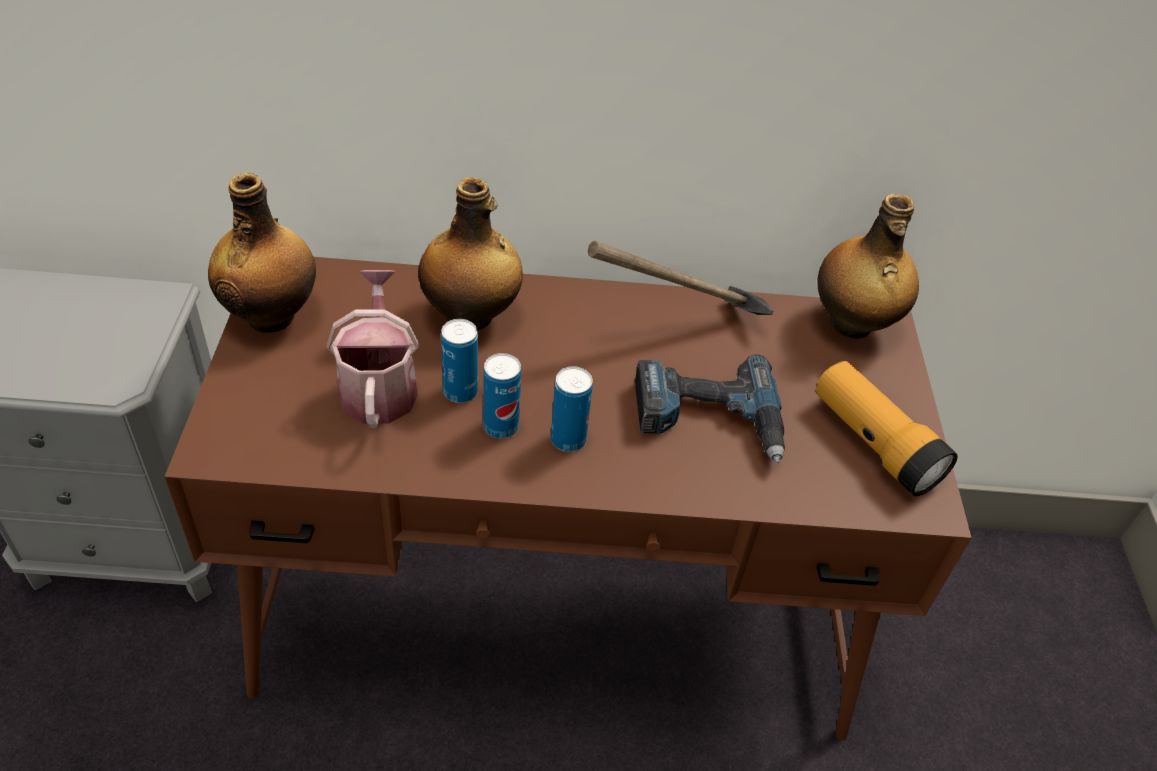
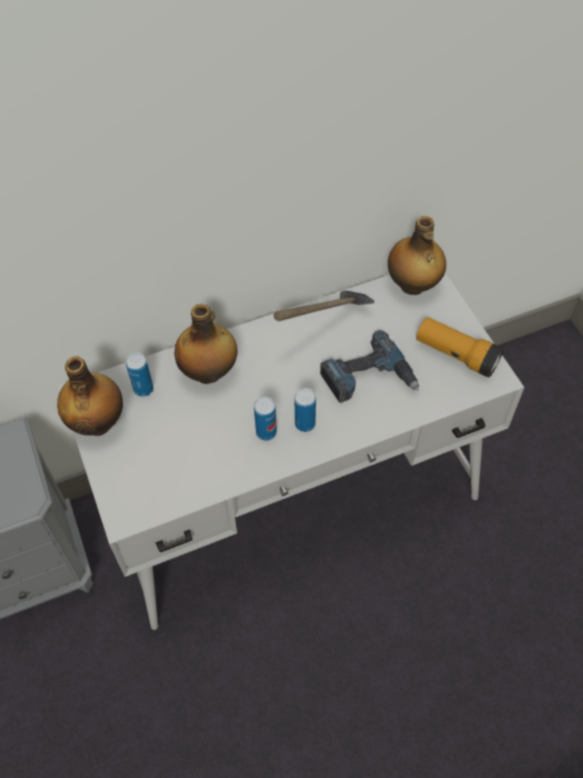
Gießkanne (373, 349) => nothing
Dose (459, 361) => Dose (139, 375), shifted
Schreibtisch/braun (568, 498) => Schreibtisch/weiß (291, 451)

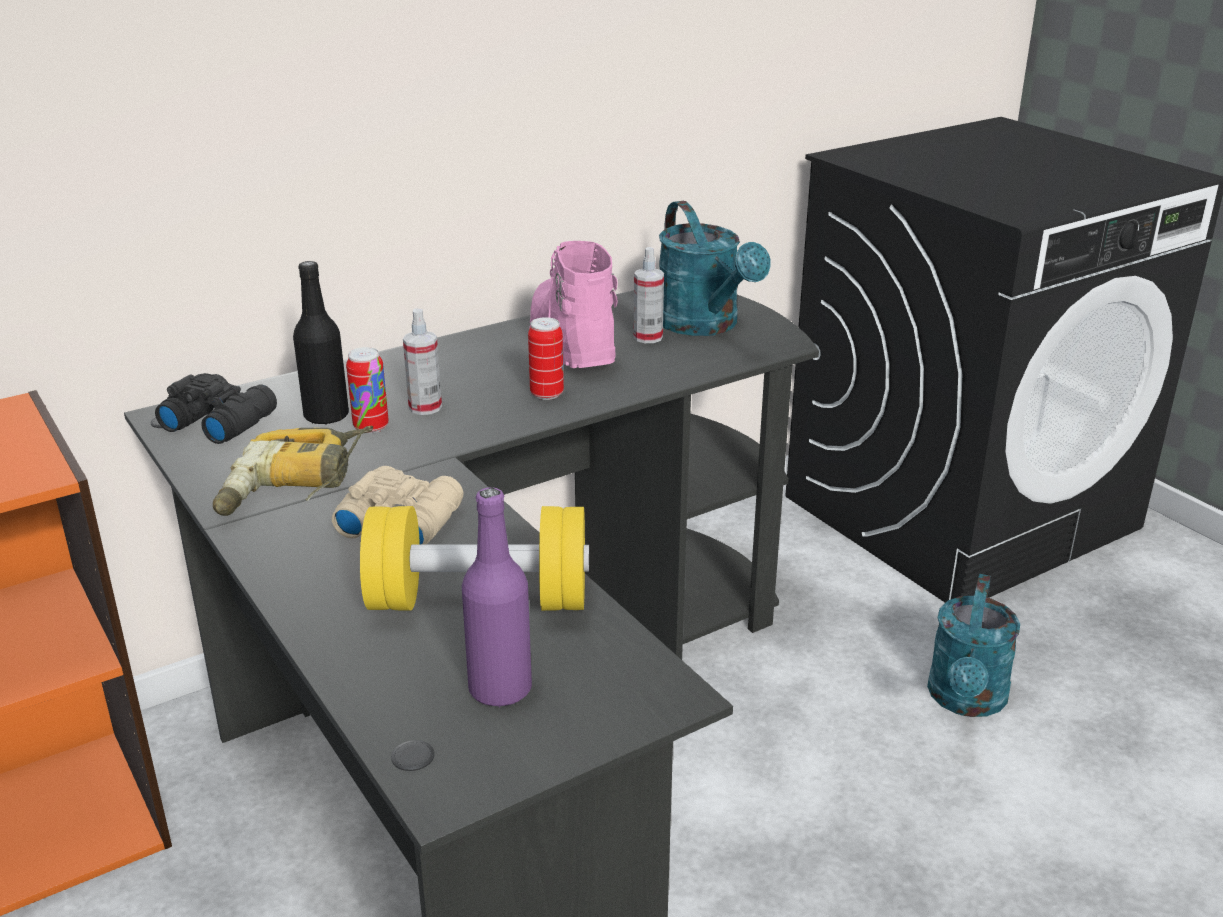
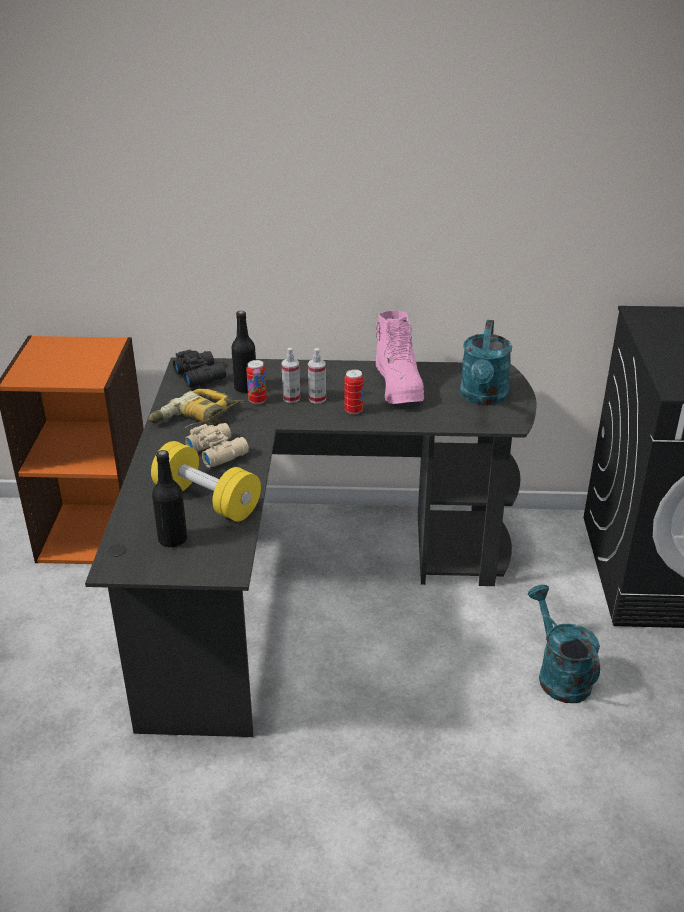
Sprühflasche (649, 295) => Sprühflasche (317, 375), shifted
Flasche/lila (497, 597) => Flasche/schwarz (169, 499)
Stiefel/rosa (573, 304) => Stiefel/rosa (399, 357), 150 degrees clockwise
Gießkanne/türkis (973, 645) => Gießkanne/türkis (564, 644), 105 degrees clockwise

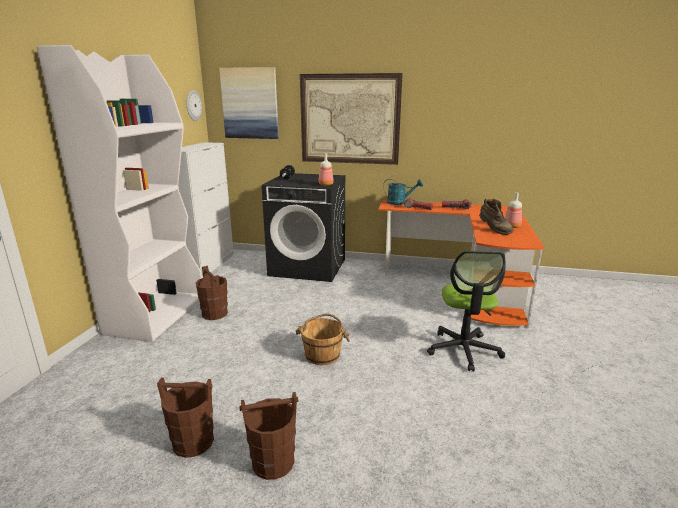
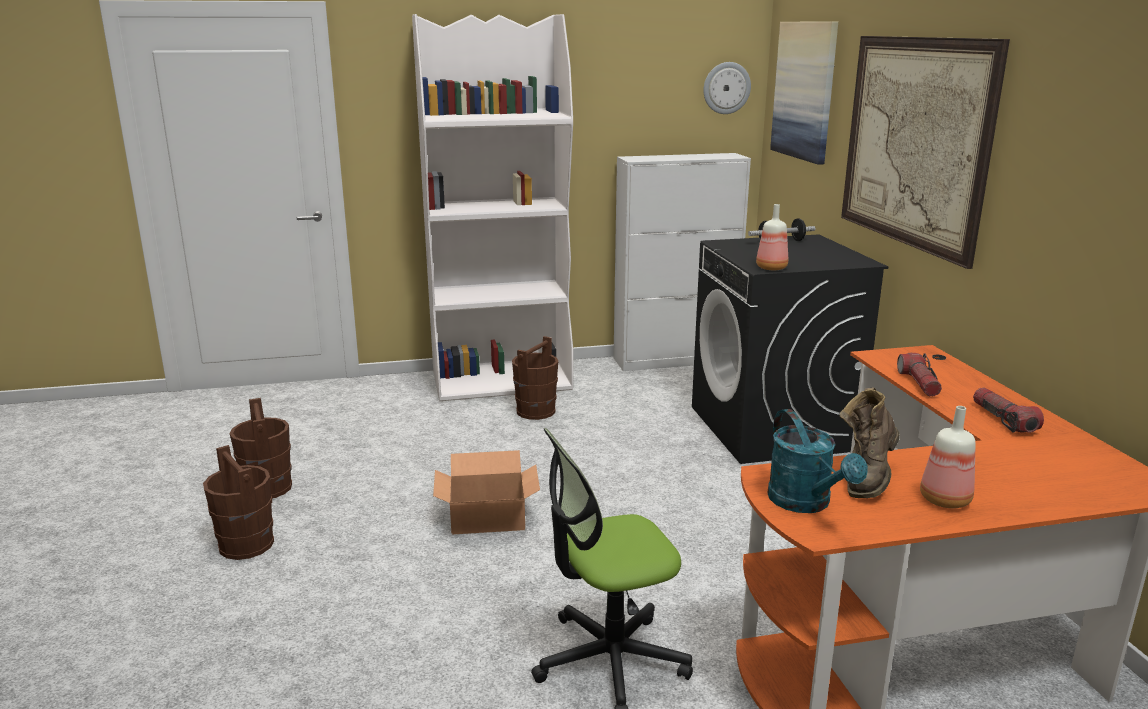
Gießkanne/türkis (403, 192) => Gießkanne/türkis (817, 461), shifted
Eimer/braun (323, 339) => Karton (486, 492)

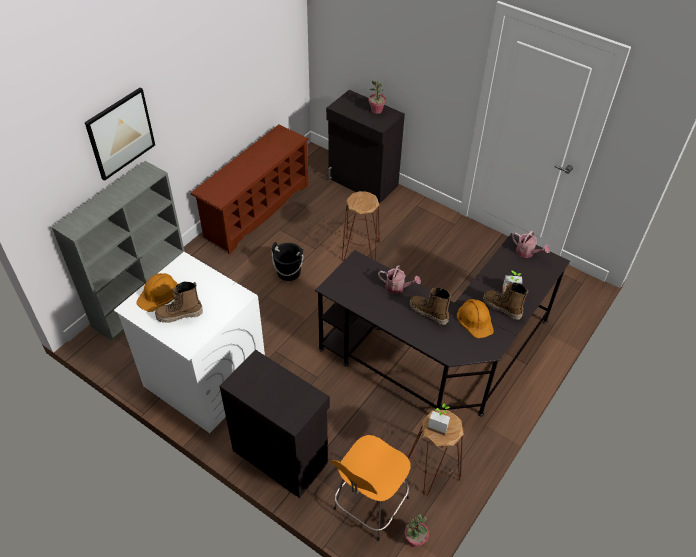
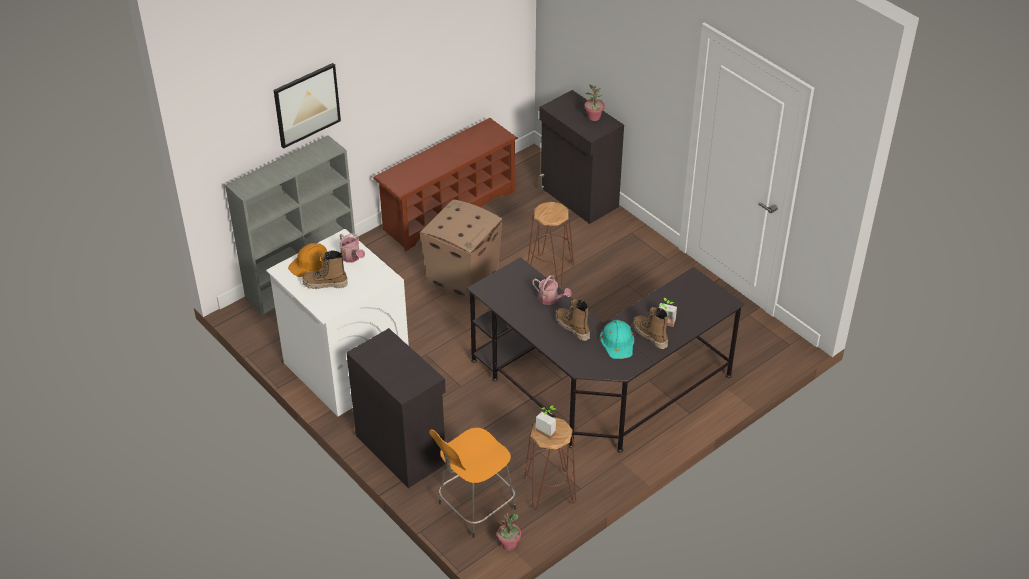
Gießkanne (531, 244) => Gießkanne (352, 247), shifted
Eimer/schwarz (287, 261) => Karton (461, 251)
Schutzhelm/orange (475, 318) => Schutzhelm/türkis (617, 339)

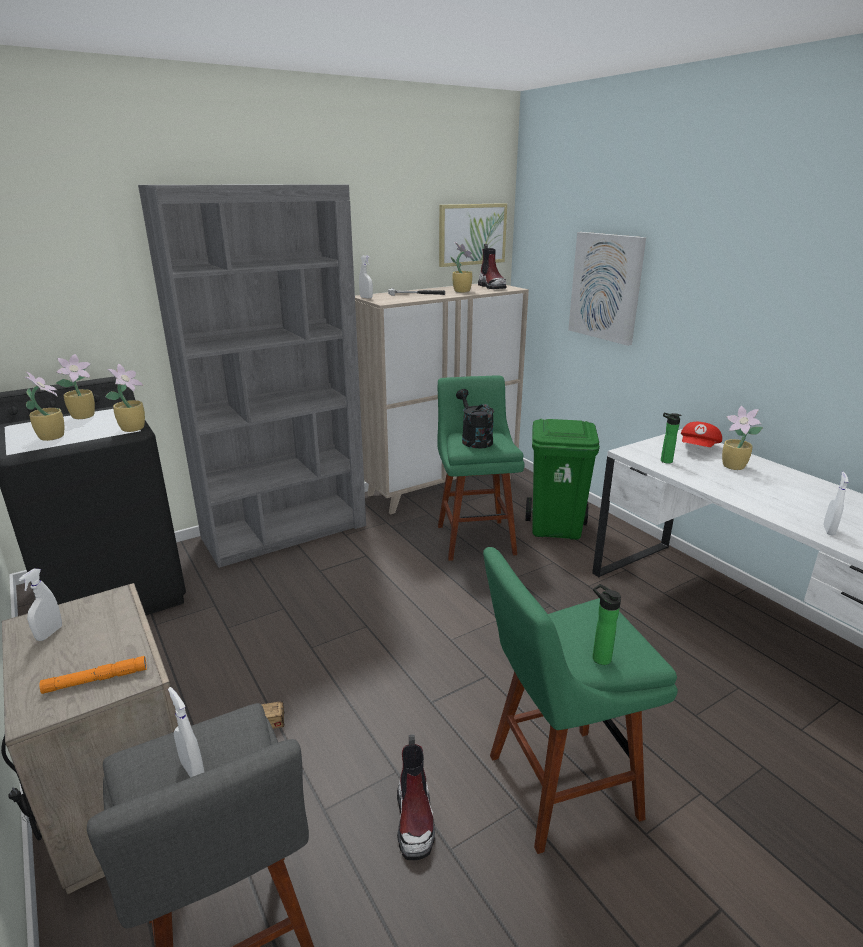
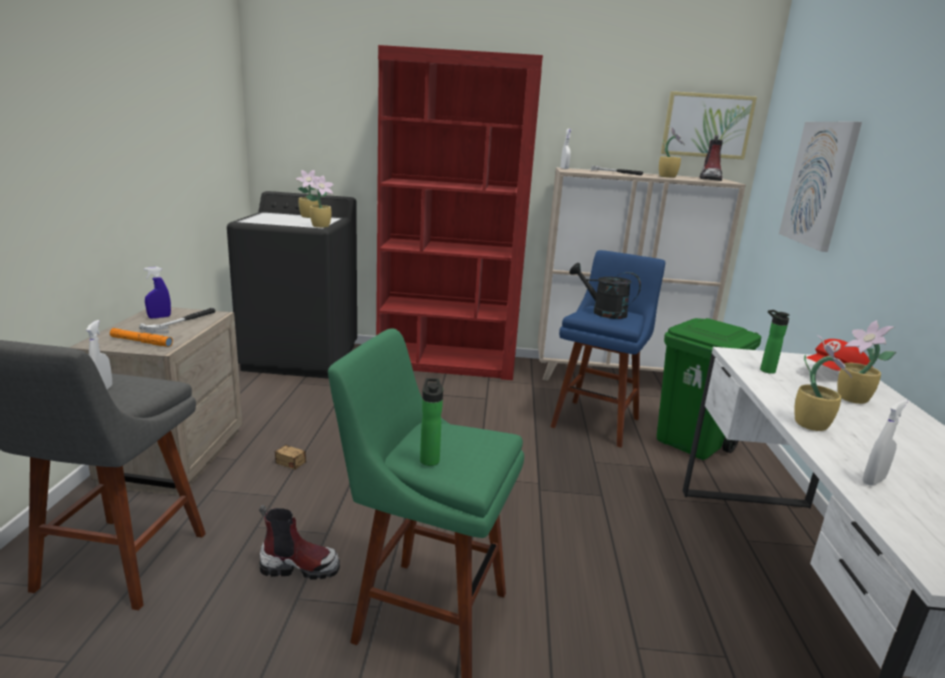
nothing => Hammer (177, 320)
Topfpflanze (44, 406) => Topfpflanze (823, 383), shifted
Sprühflasche/weiß (40, 605) => Sprühflasche/blau (157, 293)
Bücherregal/grau (252, 376) => Bücherregal/rot (459, 212)
Hocker/grün (480, 468) => Hocker/blau (608, 349)
Stiefel (416, 797) => Stiefel (299, 542), 120 degrees counterclockwise
Gießkanne/schwarz (475, 418) => Gießkanne/schwarz (605, 291), 75 degrees counterclockwise

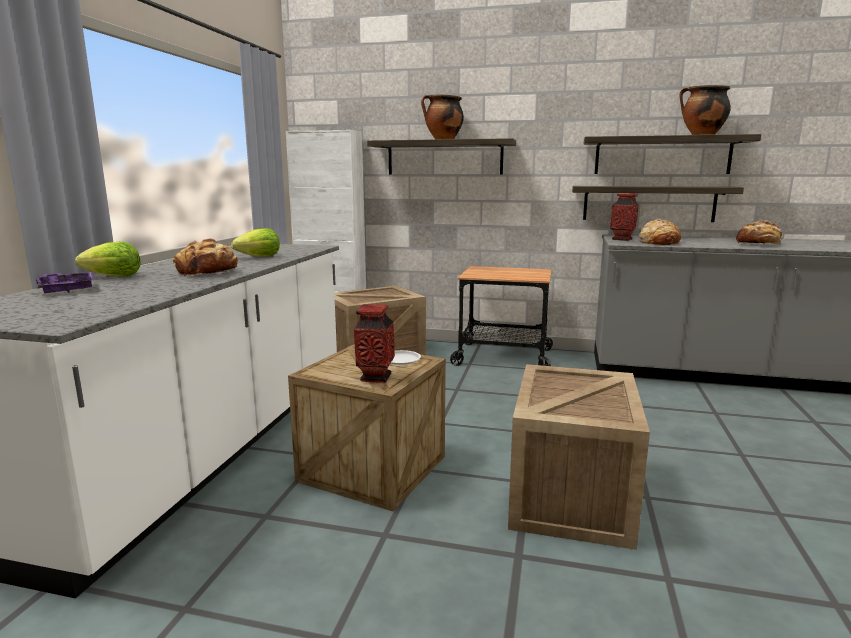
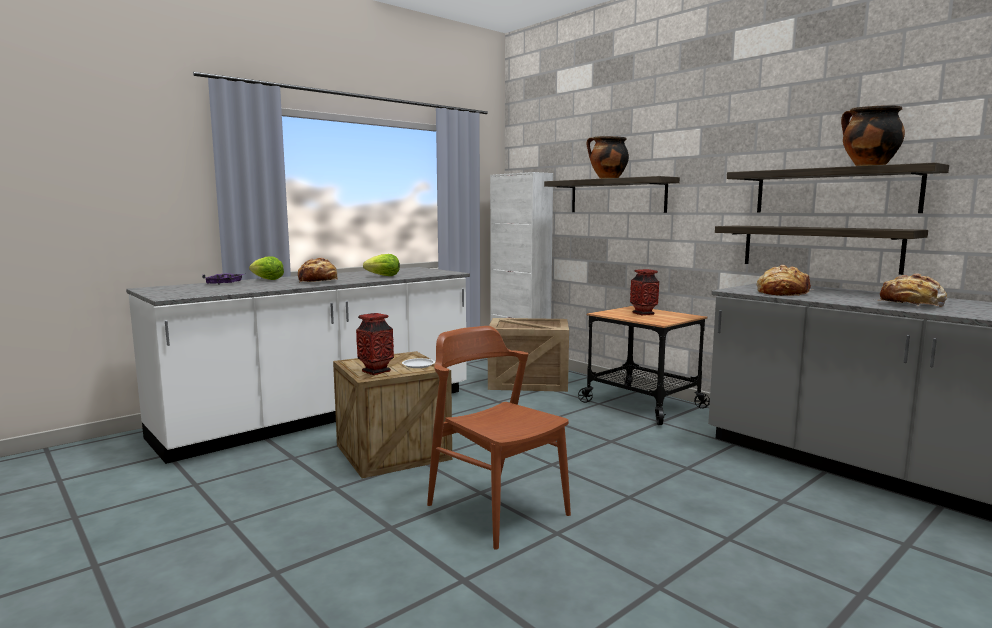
Vase (624, 217) => Vase (644, 292), shifted
Kiste (579, 457) => Stuhl/braun (499, 438)

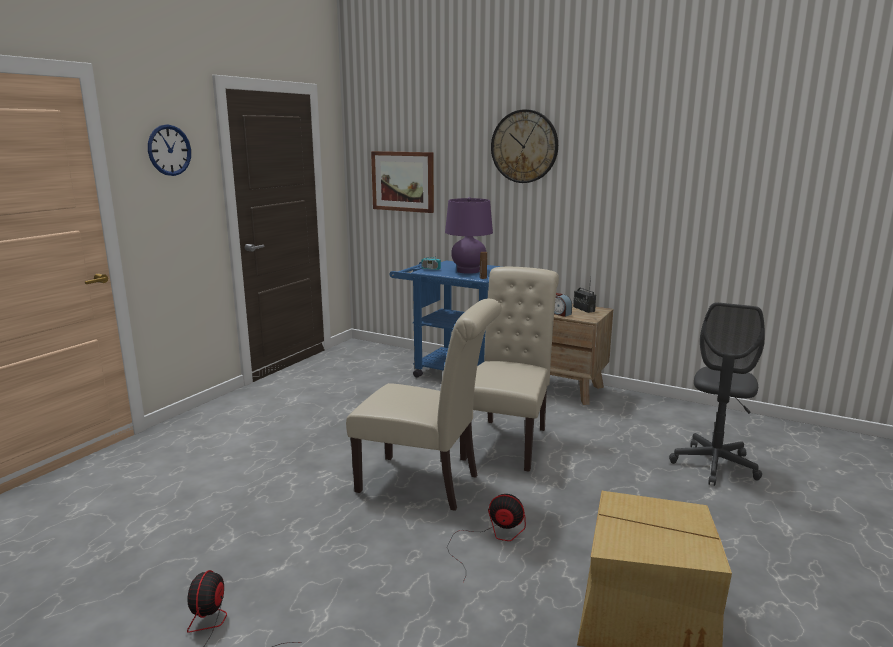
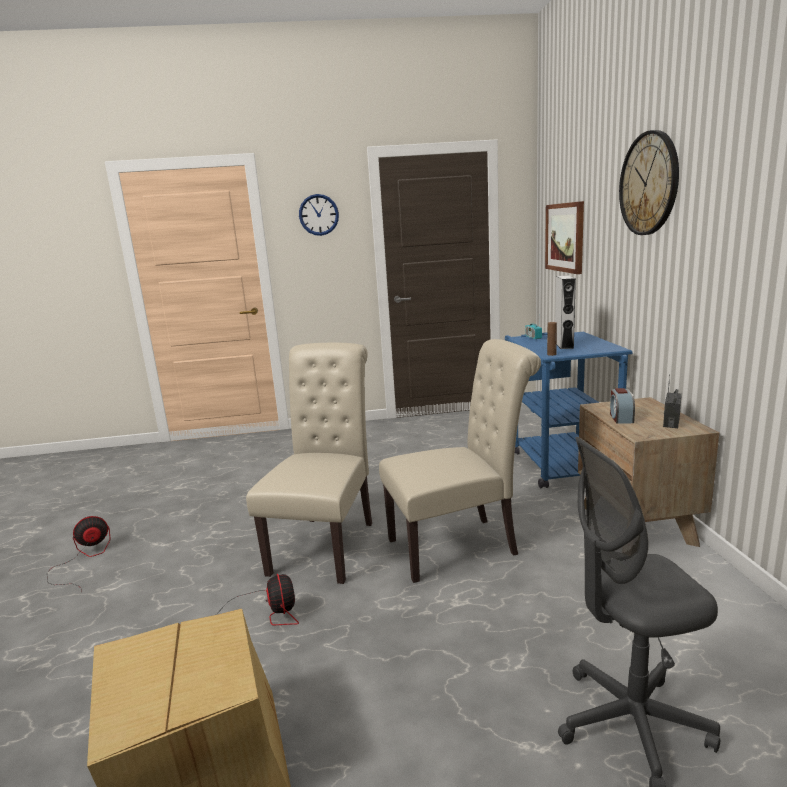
Tischlampe/lila (469, 235) => Lautsprecher/grau (565, 312)
Stuhl/beige (424, 405) => Stuhl/beige (309, 463), 150 degrees counterclockwise

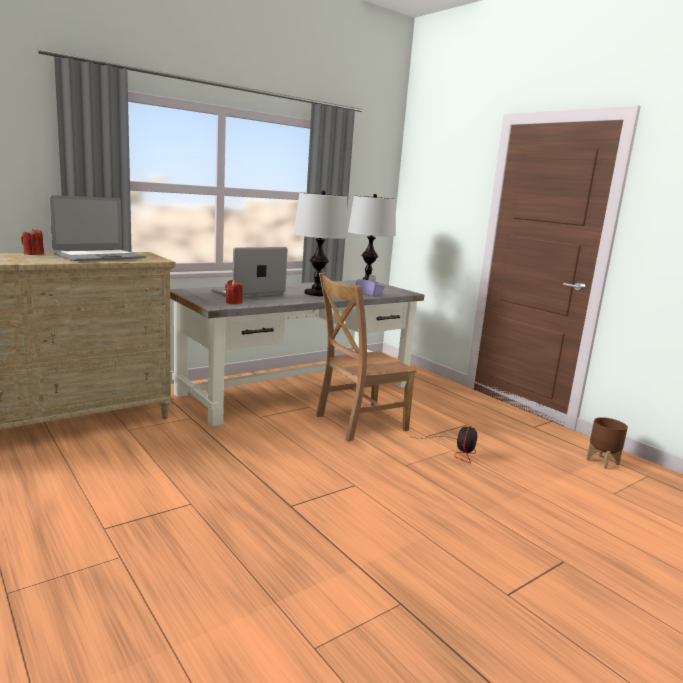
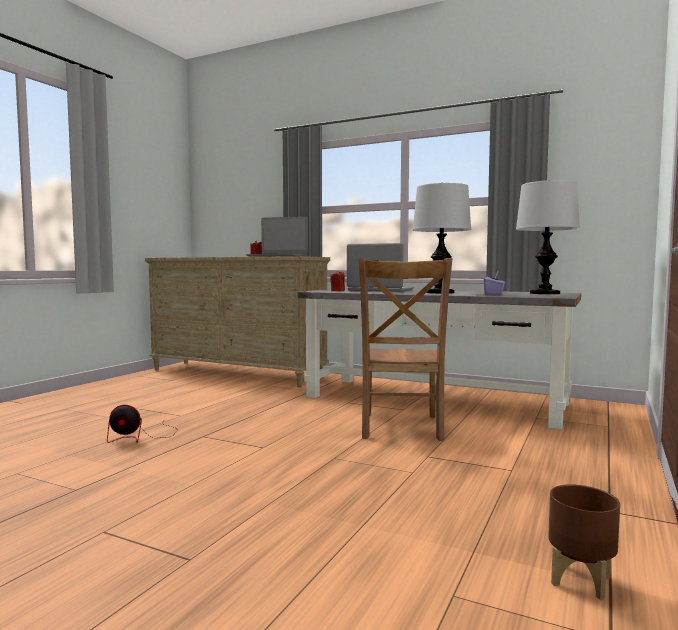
Ventilator (443, 444) => Ventilator (142, 424), shifted
Stuhl/braun (366, 357) => Stuhl/braun (405, 349), 120 degrees counterclockwise

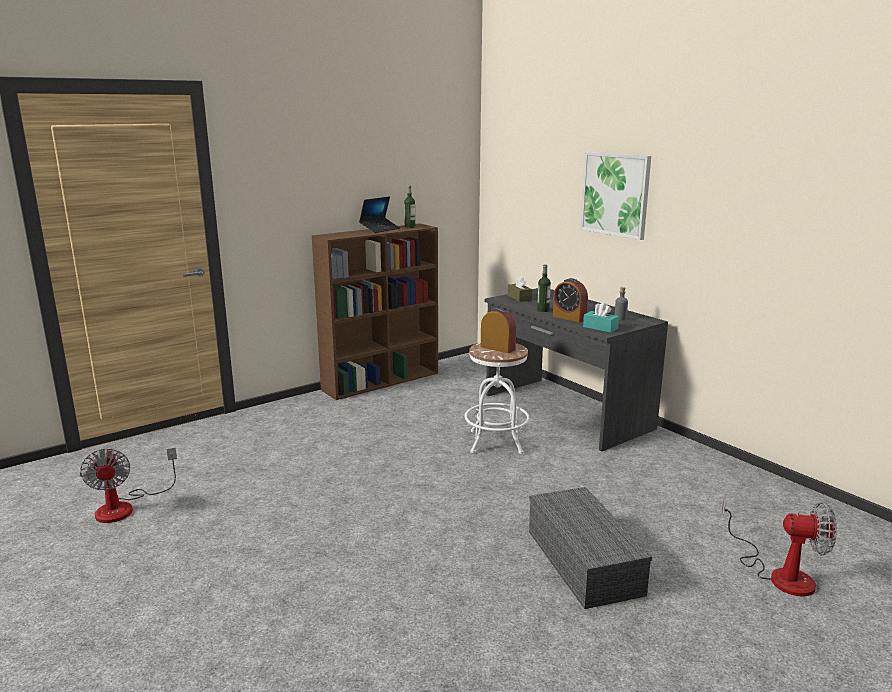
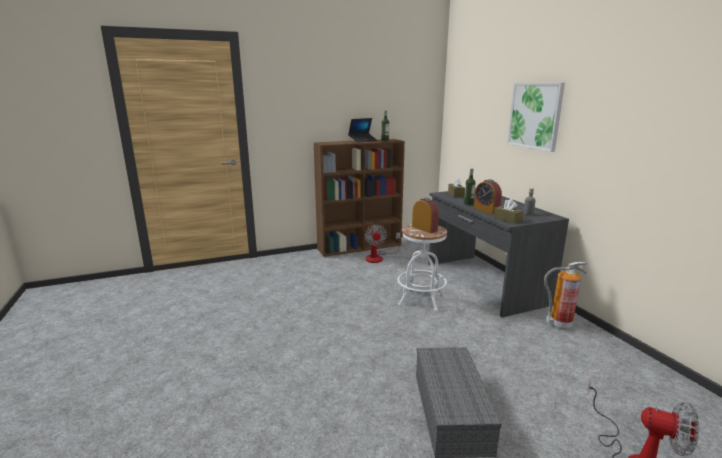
nothing => Feuerlöscher (565, 296)
Ventilator (128, 485) => Ventilator (382, 243), shifted
Taschentuchbox/türkis (601, 317) => Taschentuchbox/braun (509, 211)

